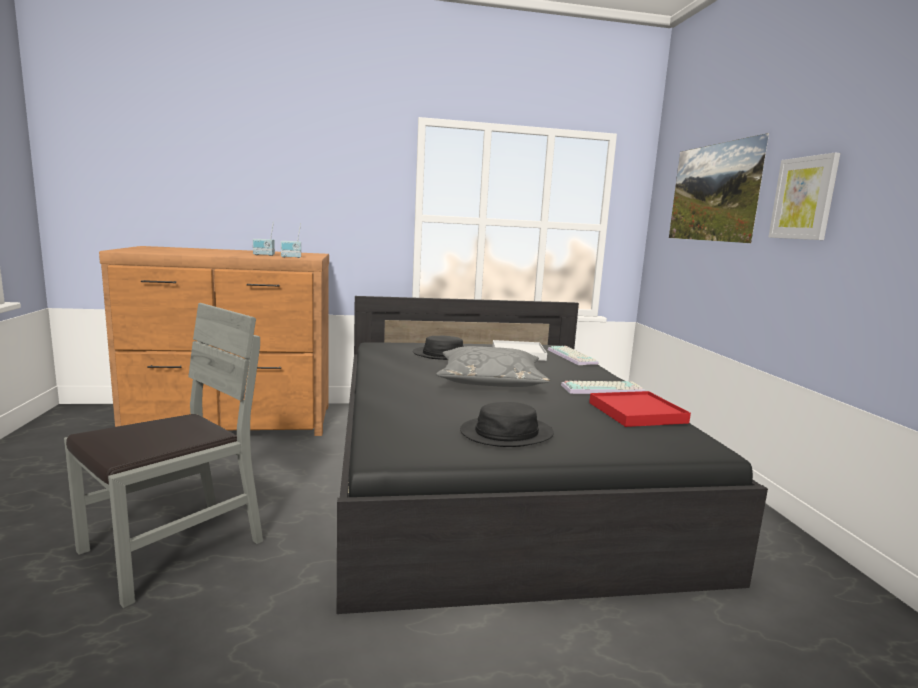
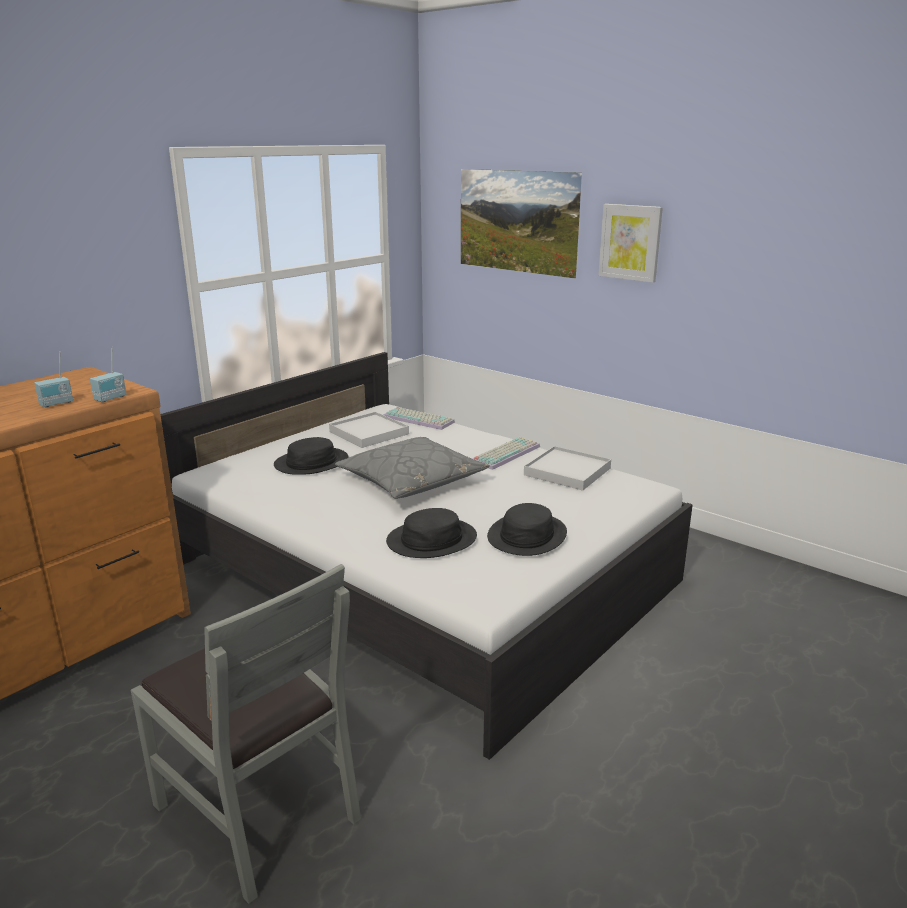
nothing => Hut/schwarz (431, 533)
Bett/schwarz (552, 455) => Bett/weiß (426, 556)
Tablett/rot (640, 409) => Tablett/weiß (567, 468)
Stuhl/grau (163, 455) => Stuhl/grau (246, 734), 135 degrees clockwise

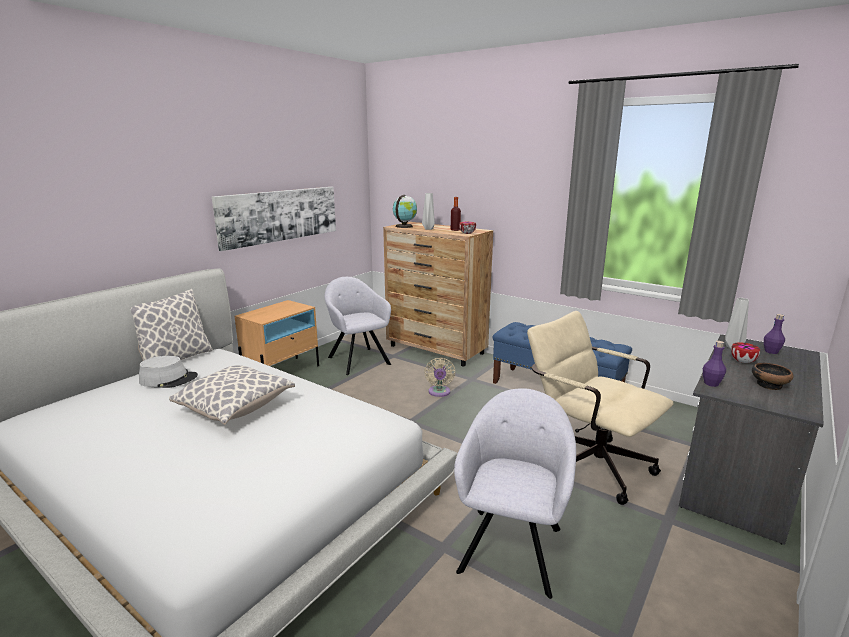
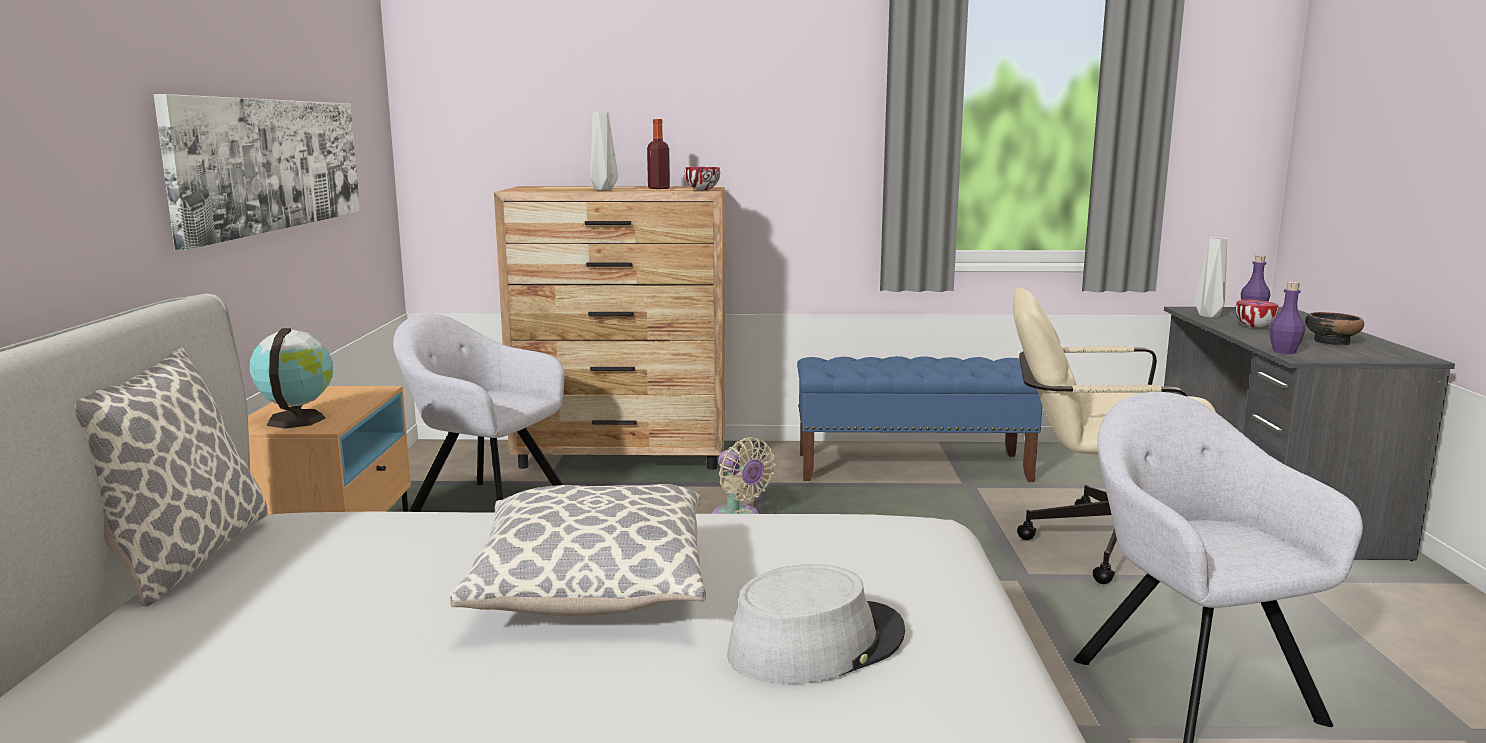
Hut/grau (168, 372) => Hut/grau (816, 624), shifted
Globus (405, 211) => Globus (291, 378), shifted

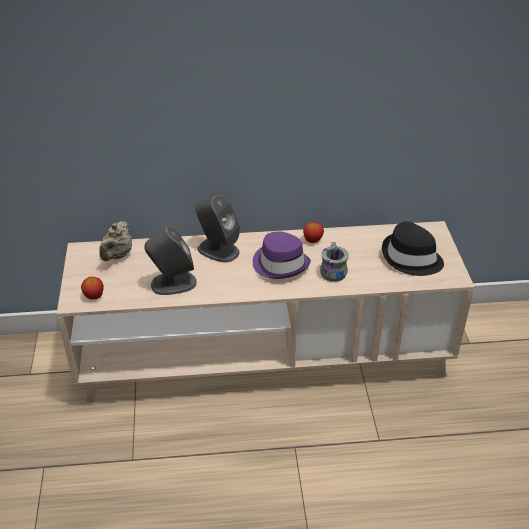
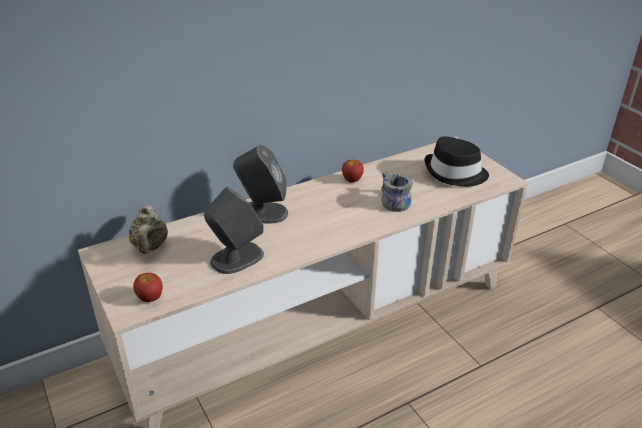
Hut/lila (282, 255) => nothing

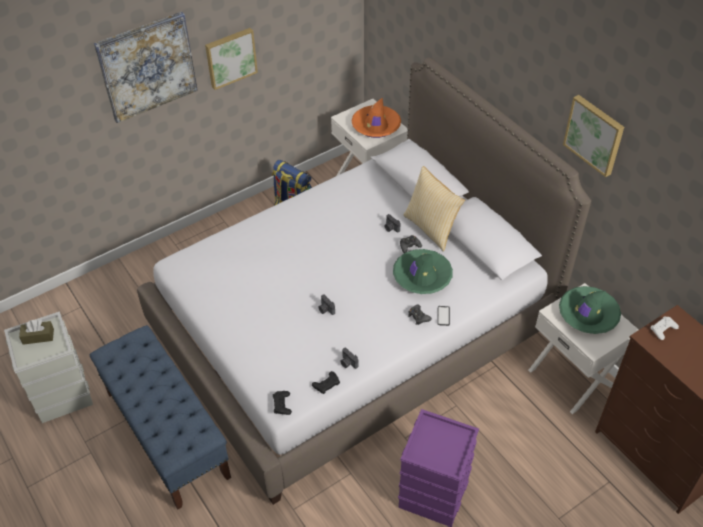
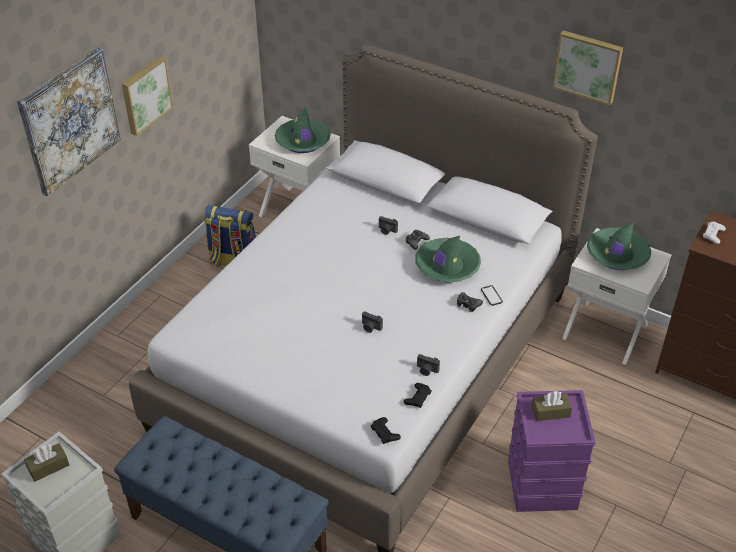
Kissen (434, 209) => nothing
nothing => Taschentuchbox/braun (551, 406)
Hut/orange (376, 117) => Hut/grün (303, 130)

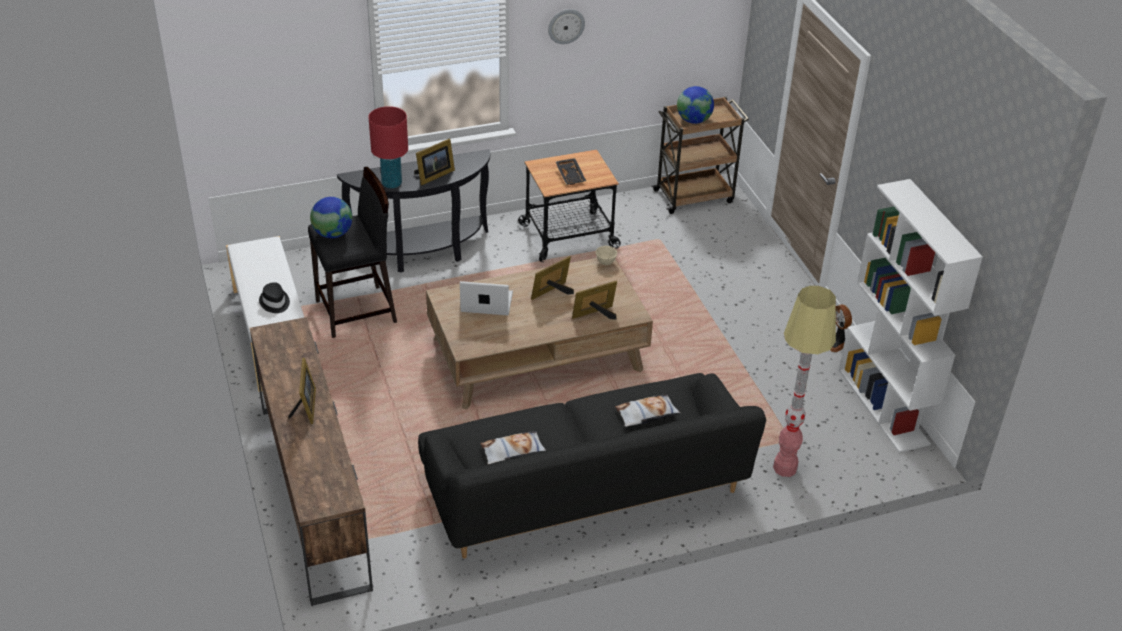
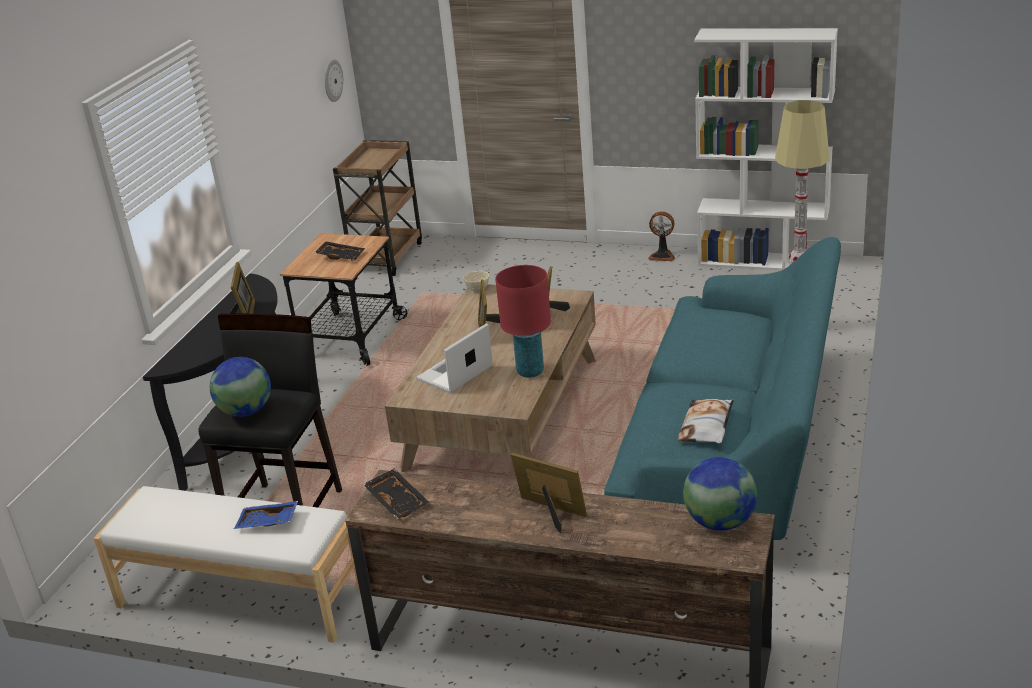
Kissen (648, 410) => nothing
nothing => Tablett/schwarz (396, 494)
Tischlampe/rot (388, 147) => Tischlampe/rot (523, 321), shifted
Wanduhr (566, 26) => Wanduhr (334, 80), shifted
Globus (695, 105) => Globus (720, 494), shifted
Hut/schwarz (274, 297) => Tablett/blau (266, 515)
Sofa/schwarz (592, 466) => Sofa/türkis (722, 388)

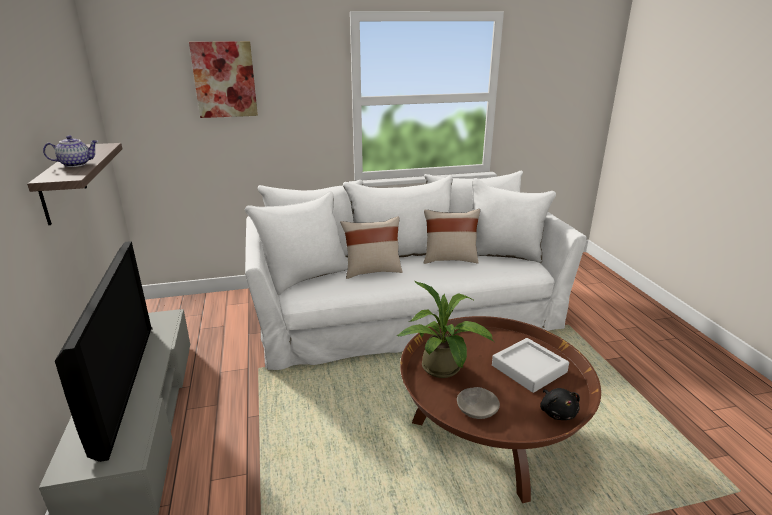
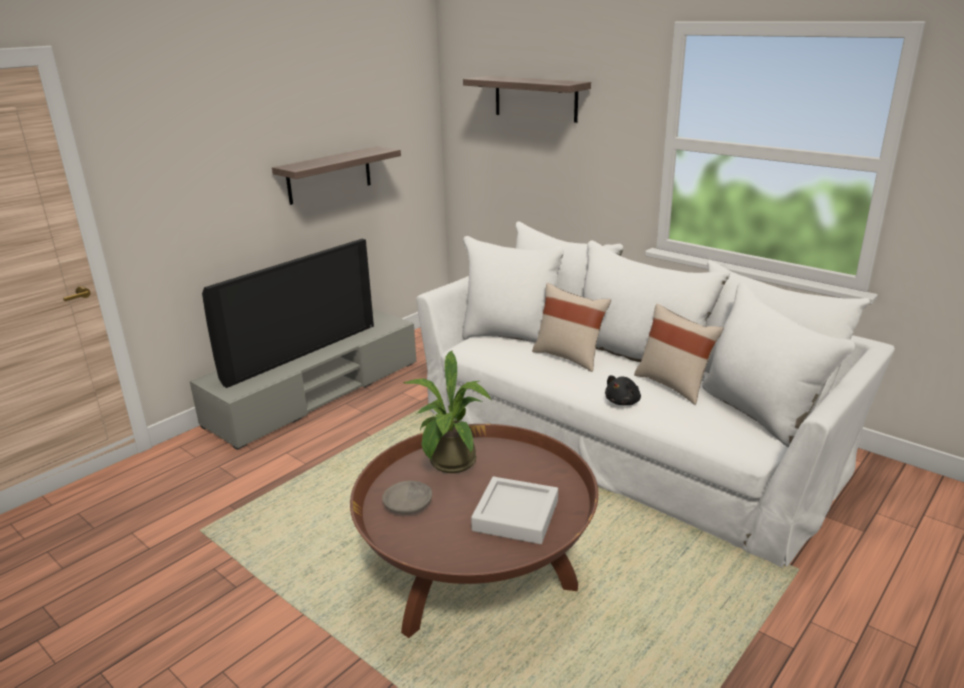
Teekanne (70, 151) => nothing
Plüschtier/schwarz (560, 404) => Plüschtier/schwarz (623, 390), shifted
Bild (223, 79) => Wandregal (527, 99)

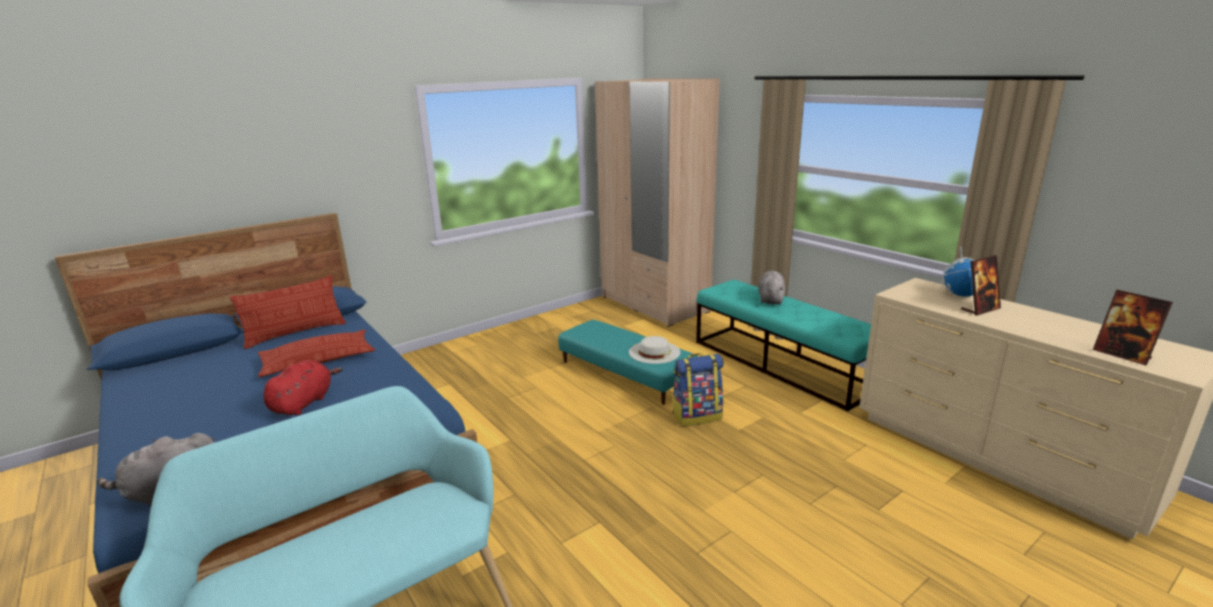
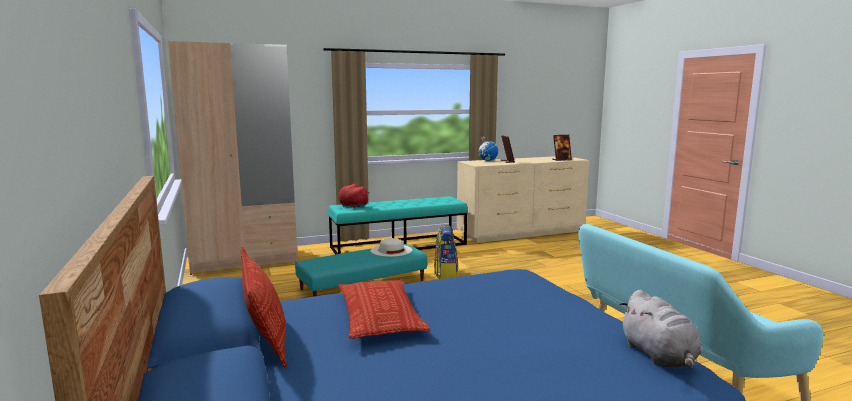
Plüschtier/grau (771, 288) => nothing
Plüschtier/rot (303, 387) => Plüschtier/rot (354, 196), shifted

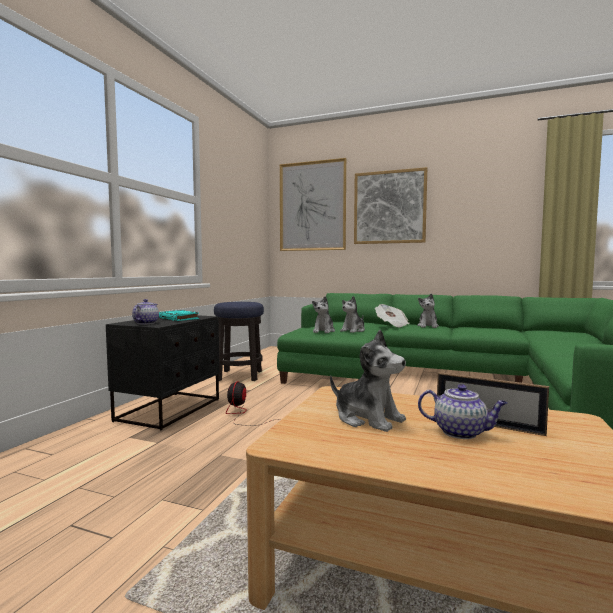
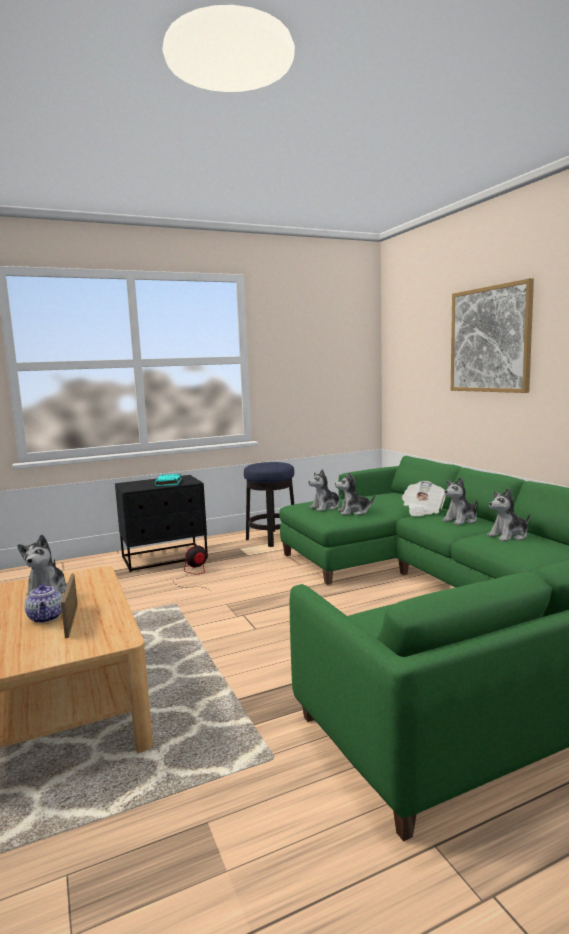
Teekanne (145, 311) => nothing
Bild (313, 204) => nothing
nothing => Plüschtier (508, 514)

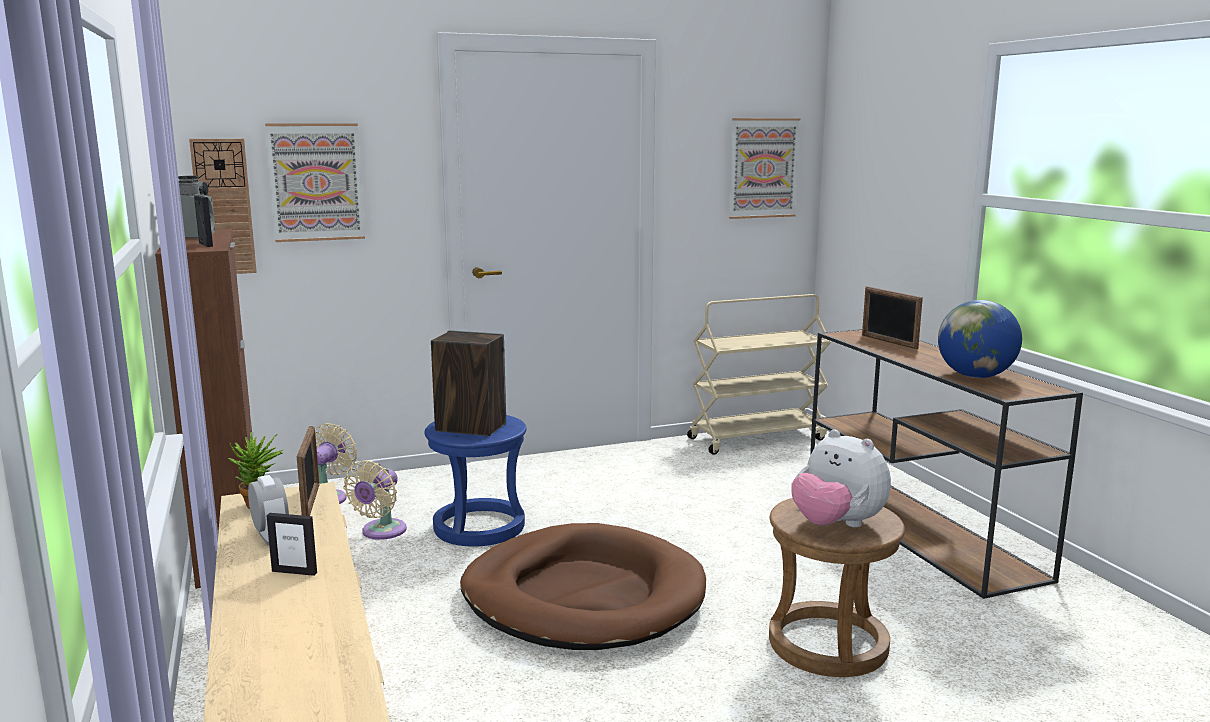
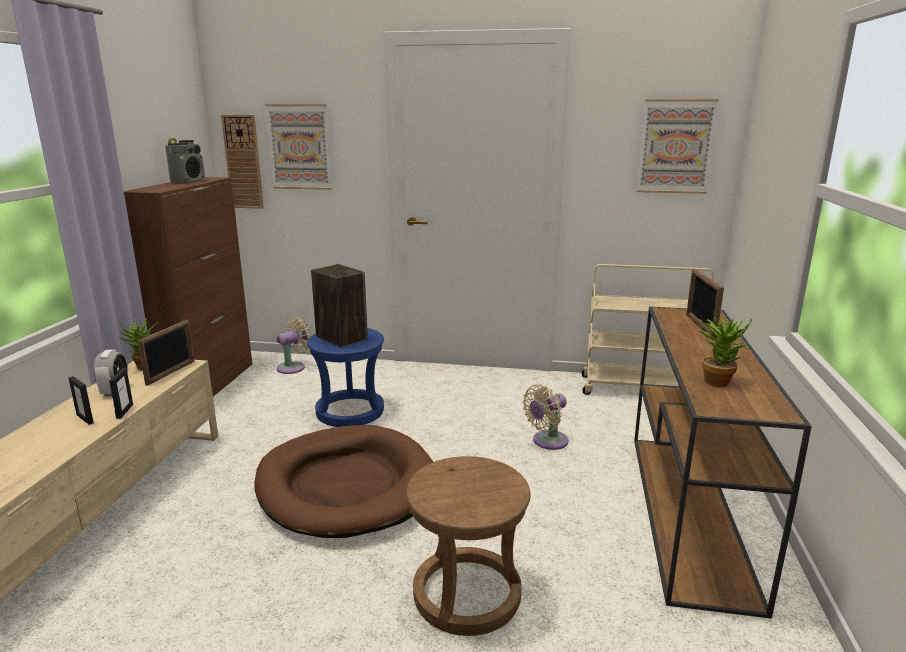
Plüschtier (841, 478) => nothing
Bilderrahmen (203, 221) => Bilderrahmen (121, 393), shifted
Ventilator/beige (375, 500) => Ventilator/beige (545, 417), shifted
Globus (980, 339) => Topfpflanze (724, 352)

